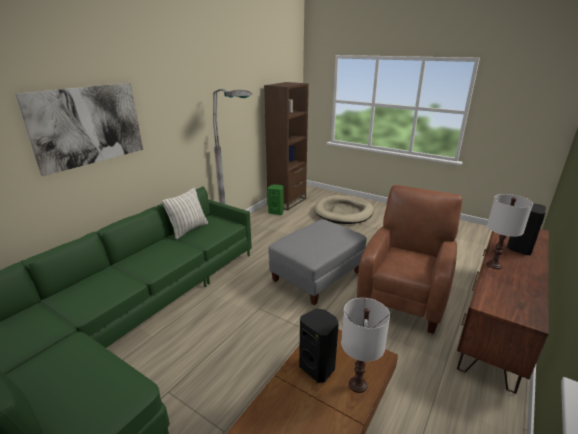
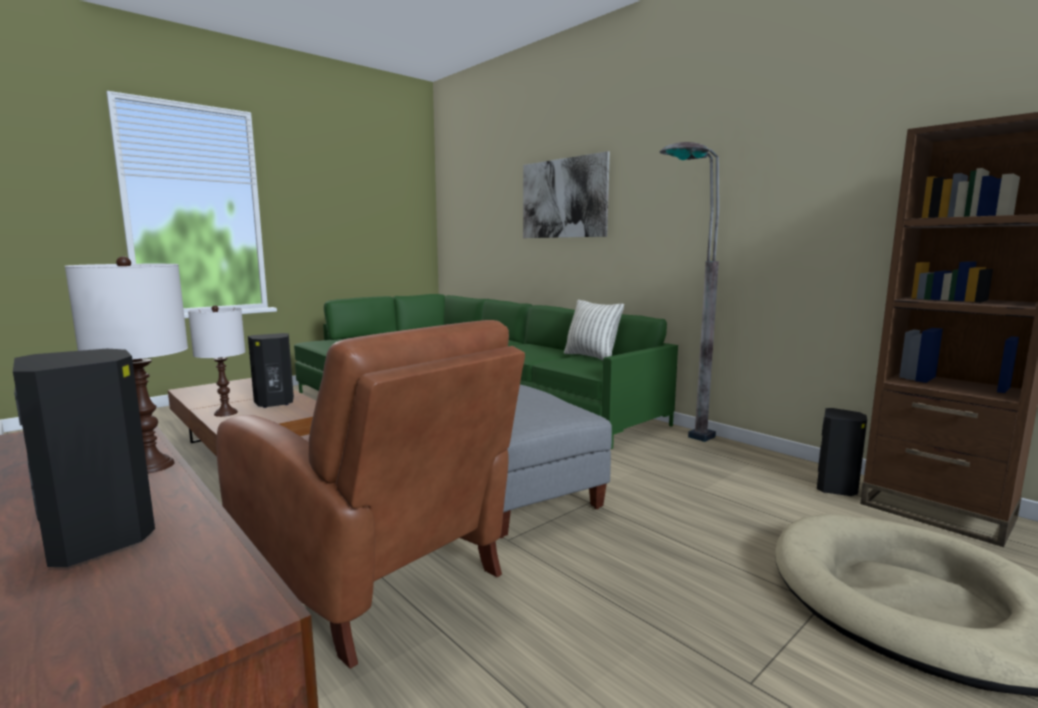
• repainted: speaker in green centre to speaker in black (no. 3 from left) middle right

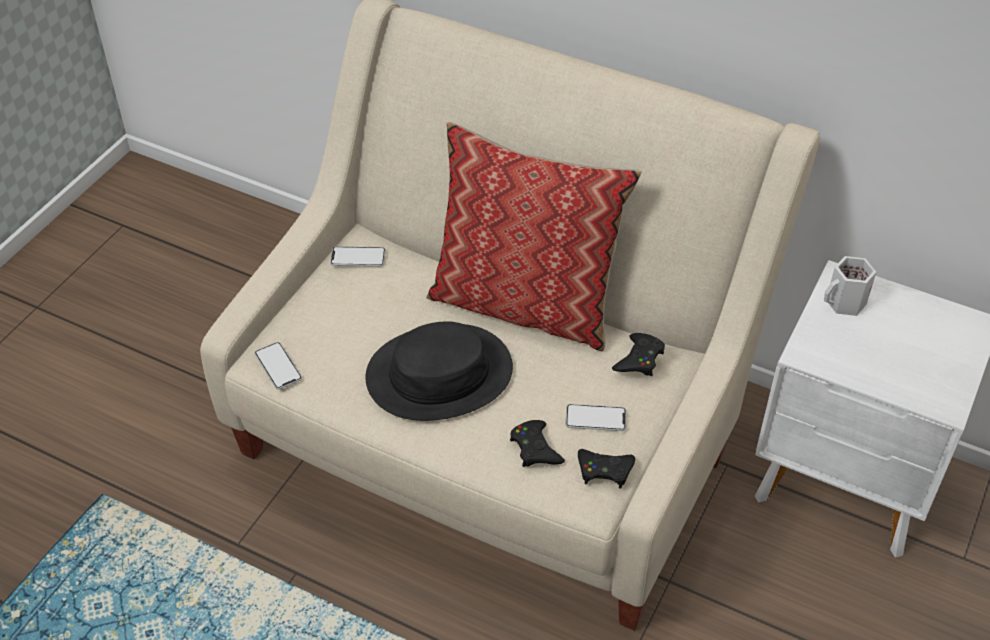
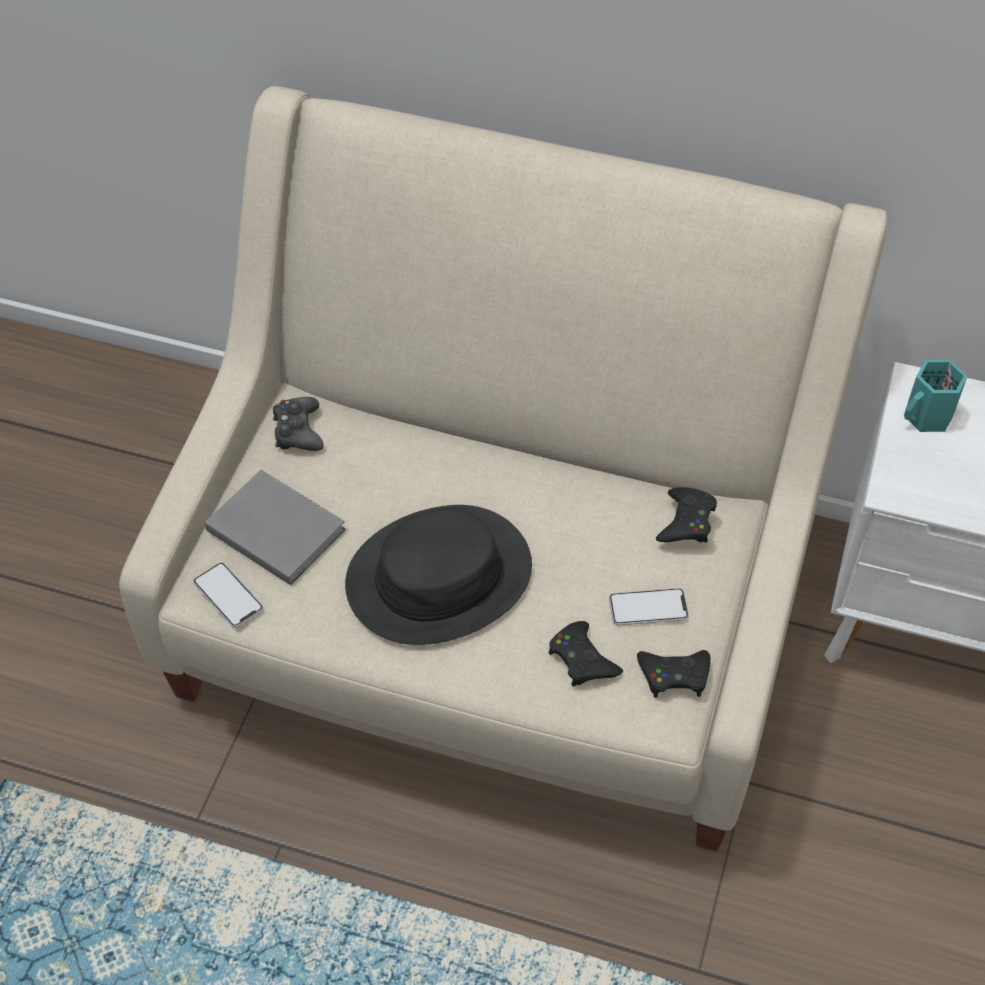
• gone: pillow centre
• new: book in grey middle left
• swapped: phone (no. 2 from left) centre to game controller in black (no. 1 from left) middle left
• repainted: mug in white middle right to mug in turquoise middle right

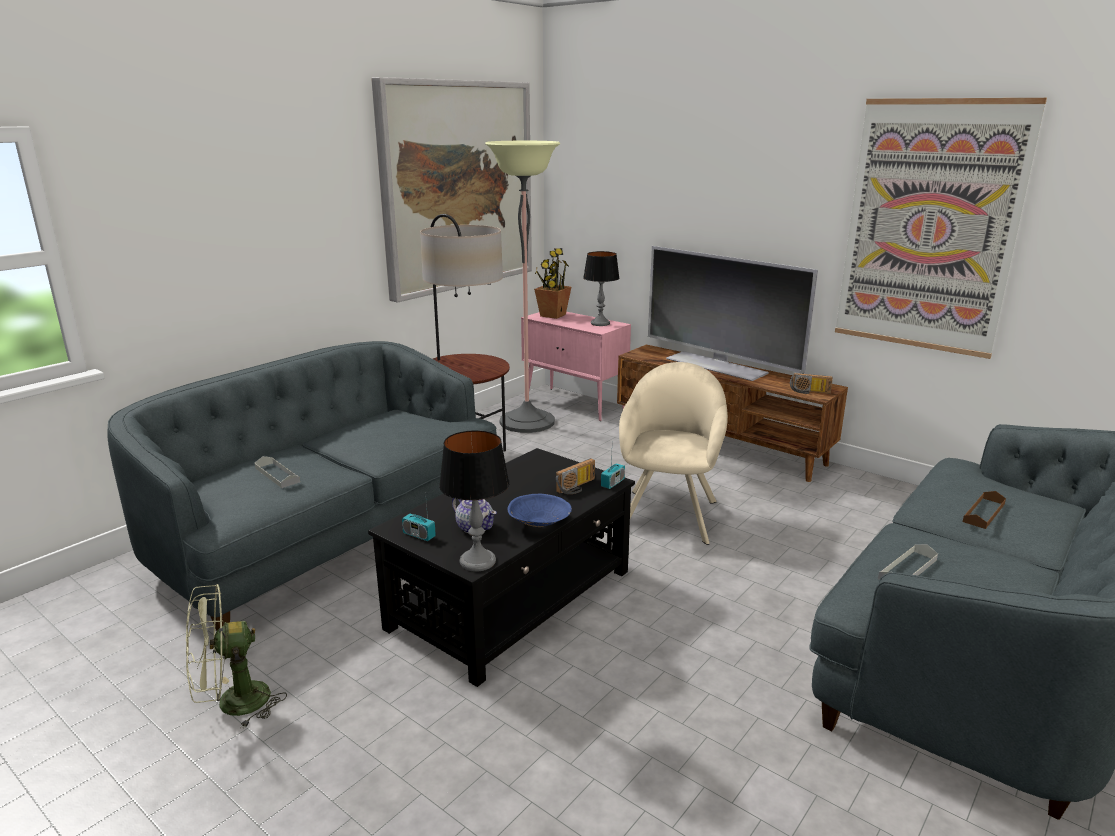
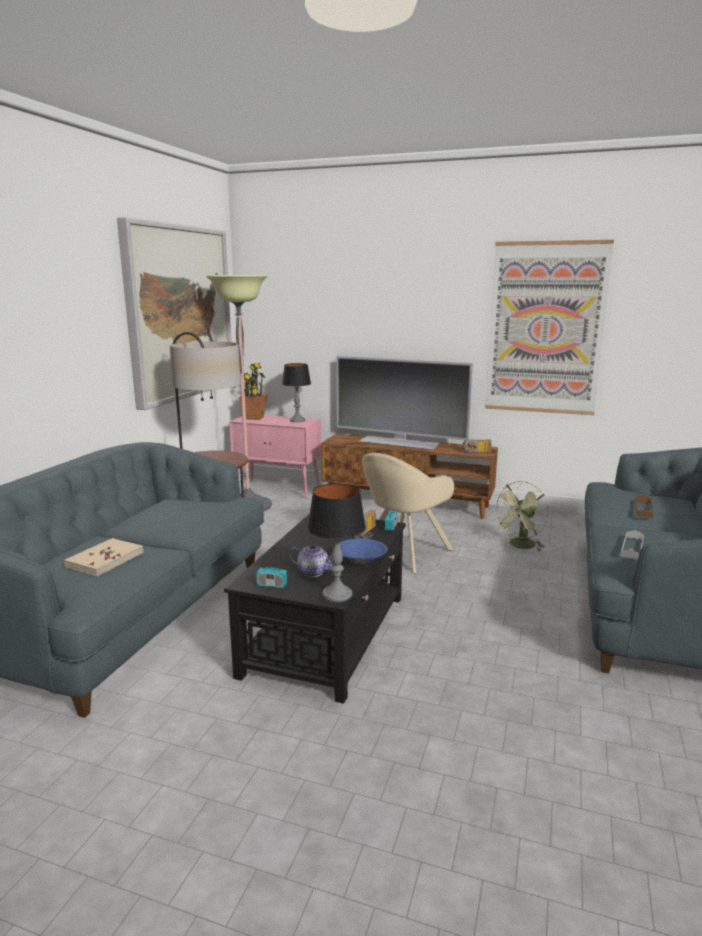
• shifted: fan in green bottom left to middle right
• swapped: tray in grey (no. 1 from left) middle left to book in beige middle left
• rotated: armchair in beige centre = centre 135 degrees counterclockwise

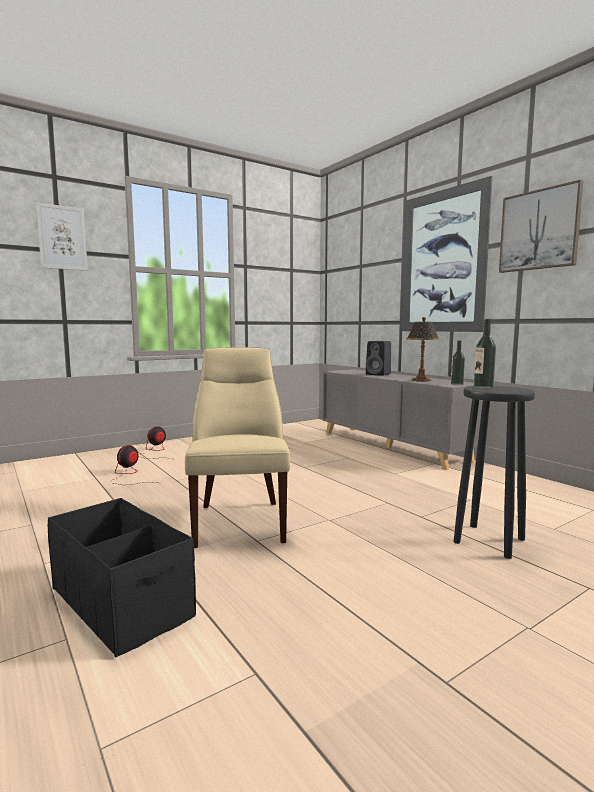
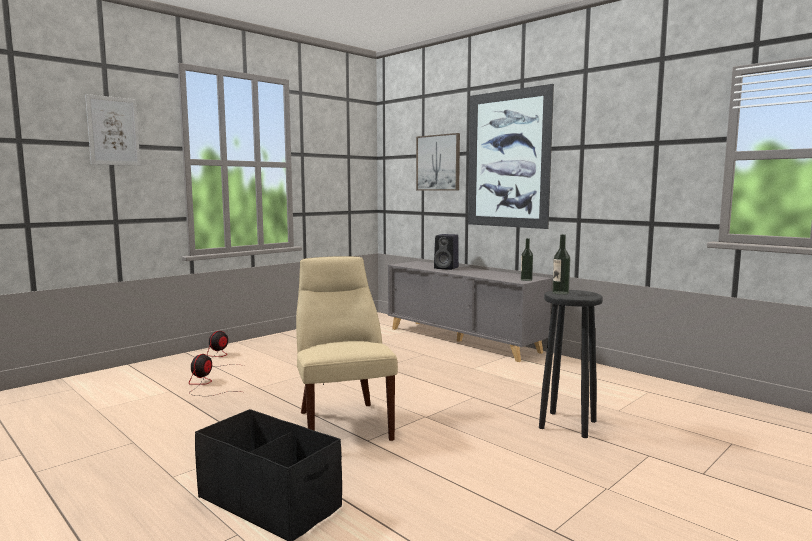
• gone: table lamp middle right
• shifted: picture (no. 3 from left in the first image) top right to picture (no. 2 from left) top centre

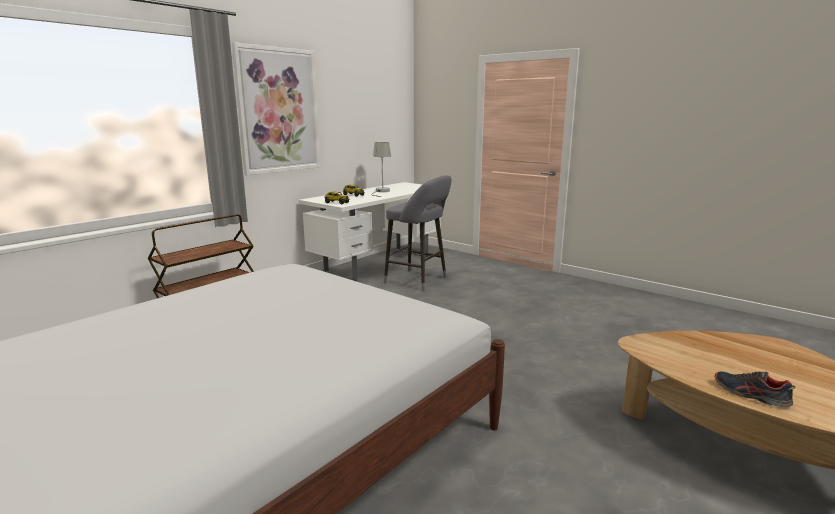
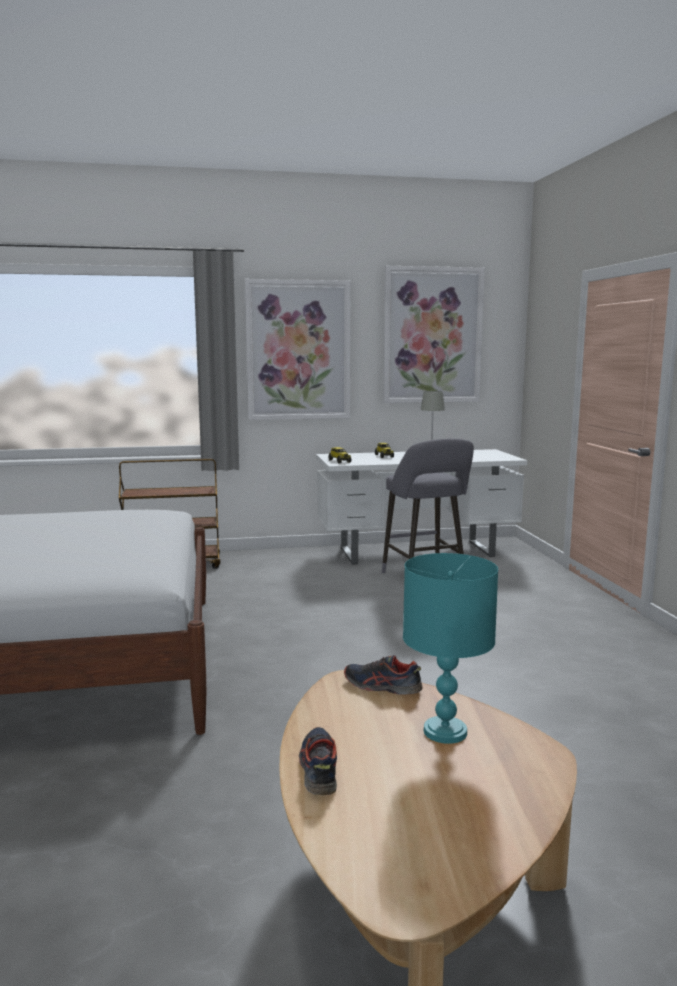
• new: shoe (no. 2 from left) bottom centre
• new: picture (no. 2 from left) centre
• new: table lamp in turquoise centre

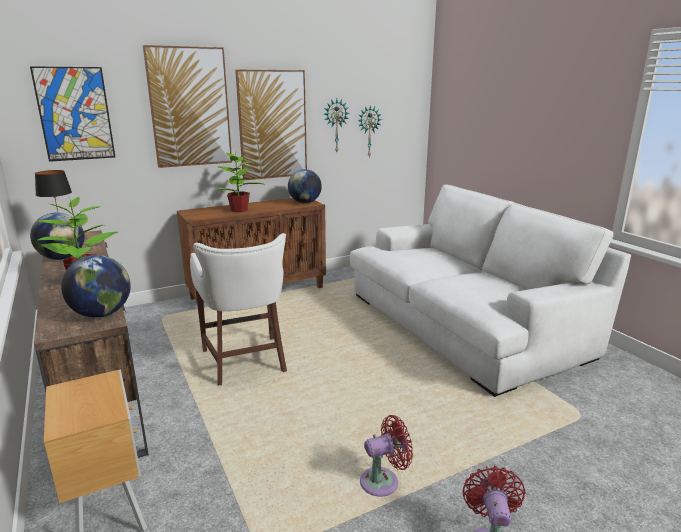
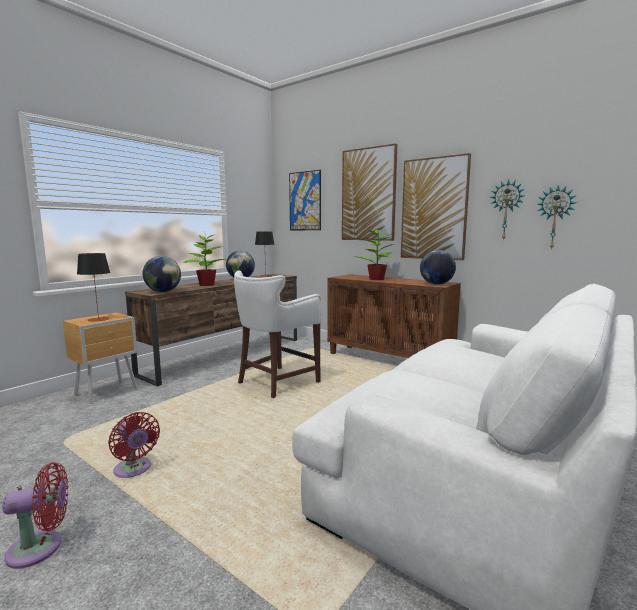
• new: table lamp (no. 1 from left) middle left

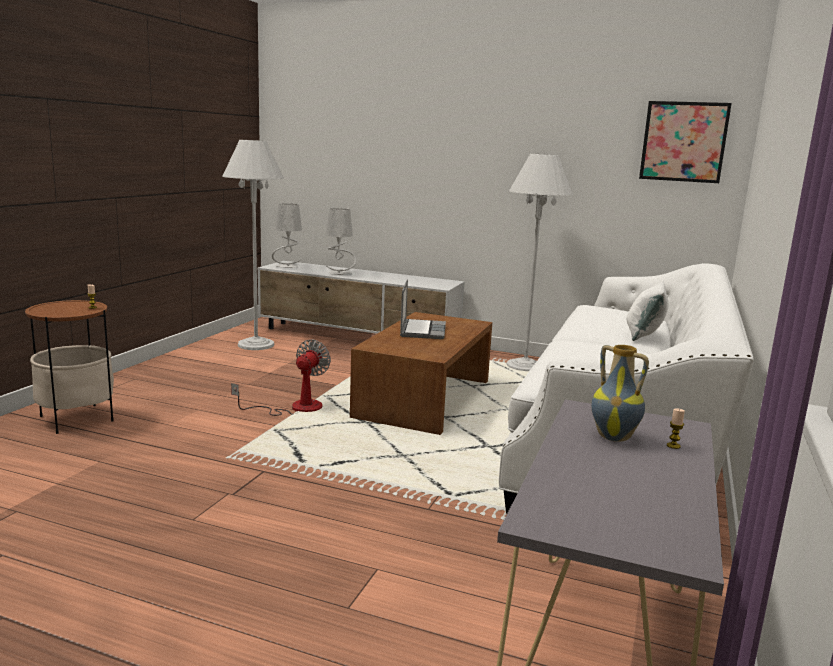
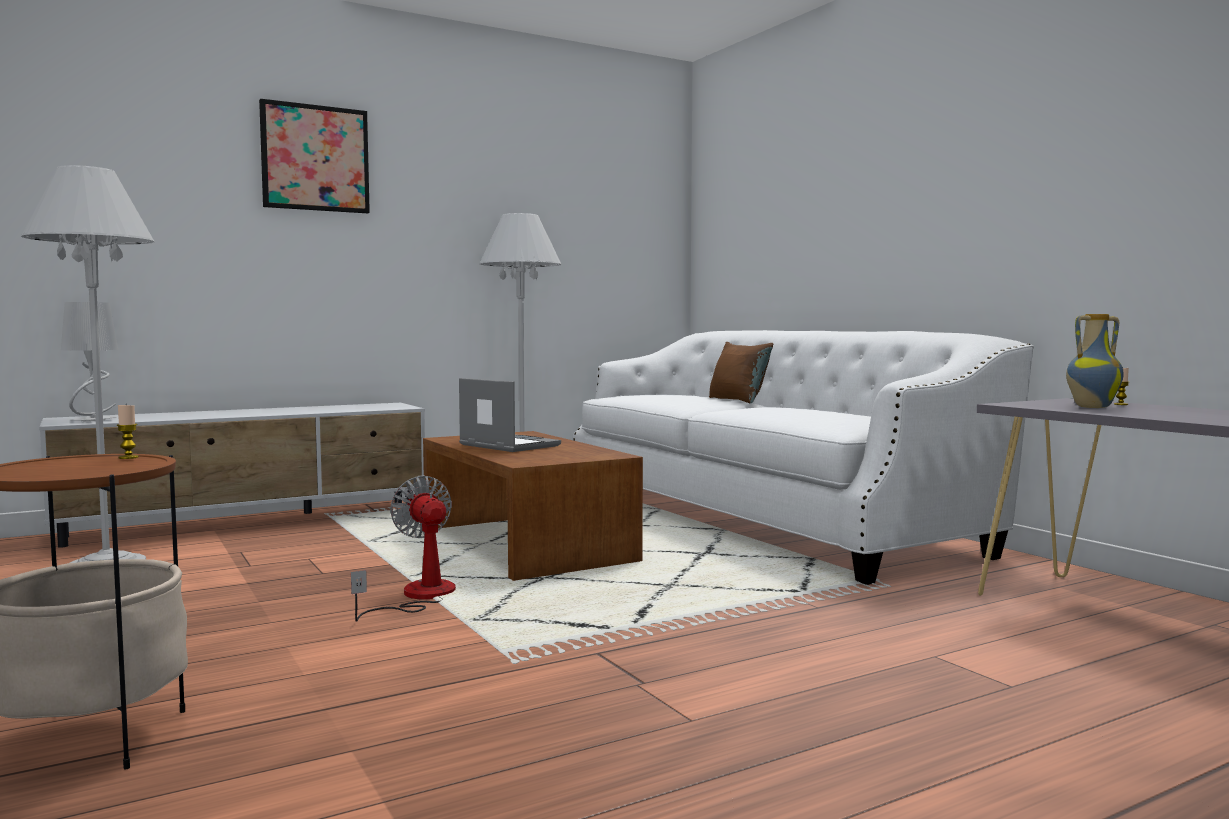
• gone: table lamp in grey (no. 2 from left) centre
• shifted: picture top right to top left
• repainted: pillow in white middle right to pillow in brown centre

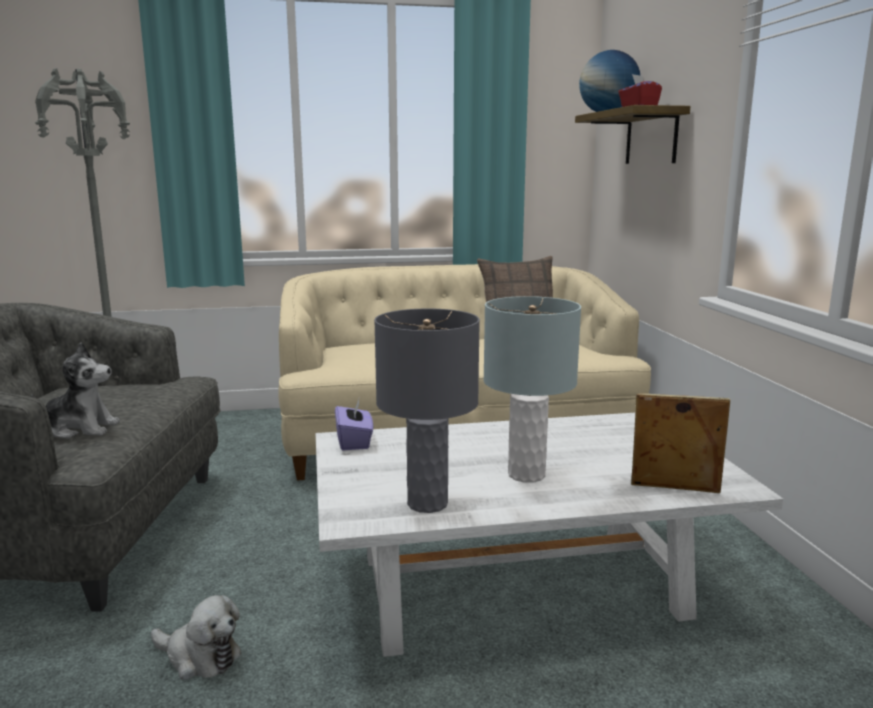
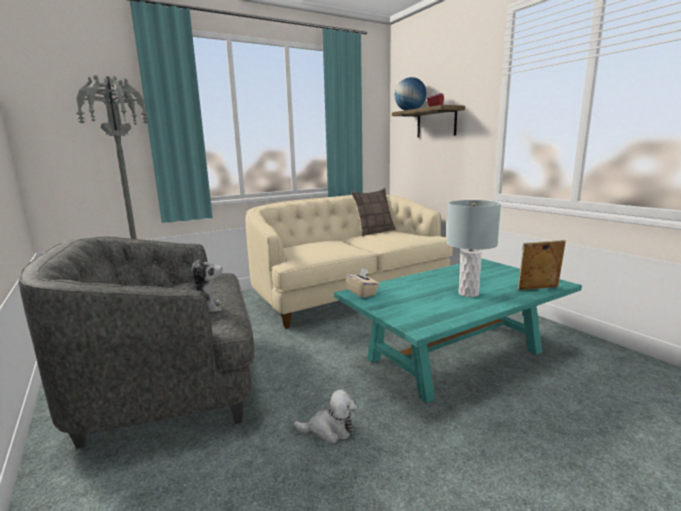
• gone: table lamp in grey (no. 1 from left) centre
• repainted: coffee table in white bottom centre to coffee table in turquoise middle right
• repainted: tissue box in purple centre to tissue box in beige centre

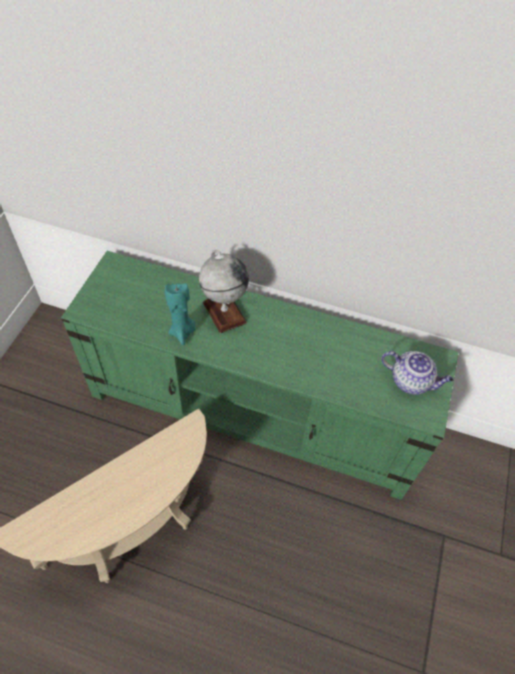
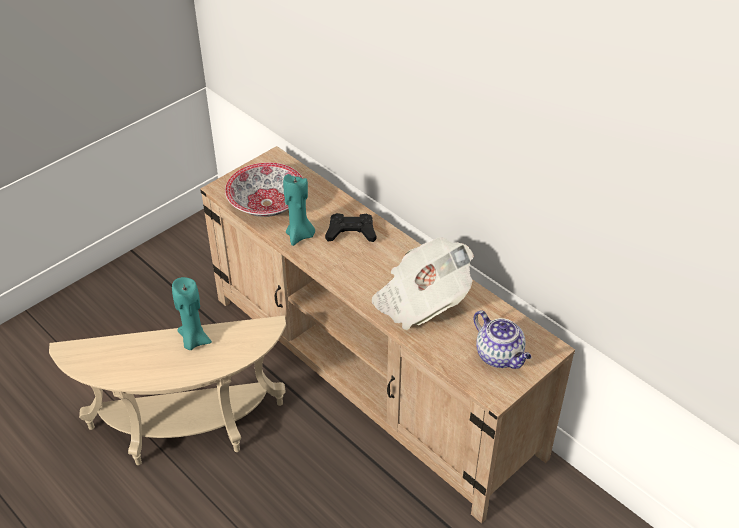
• new: candle in turquoise (no. 1 from left) middle left
• new: bowl centre
• new: newspaper centre
• swapped: globe centre to game controller in black centre
• repainted: tv stand in green centre to tv stand in beige centre

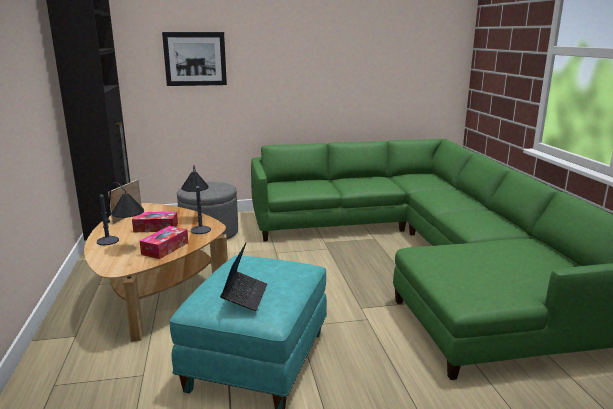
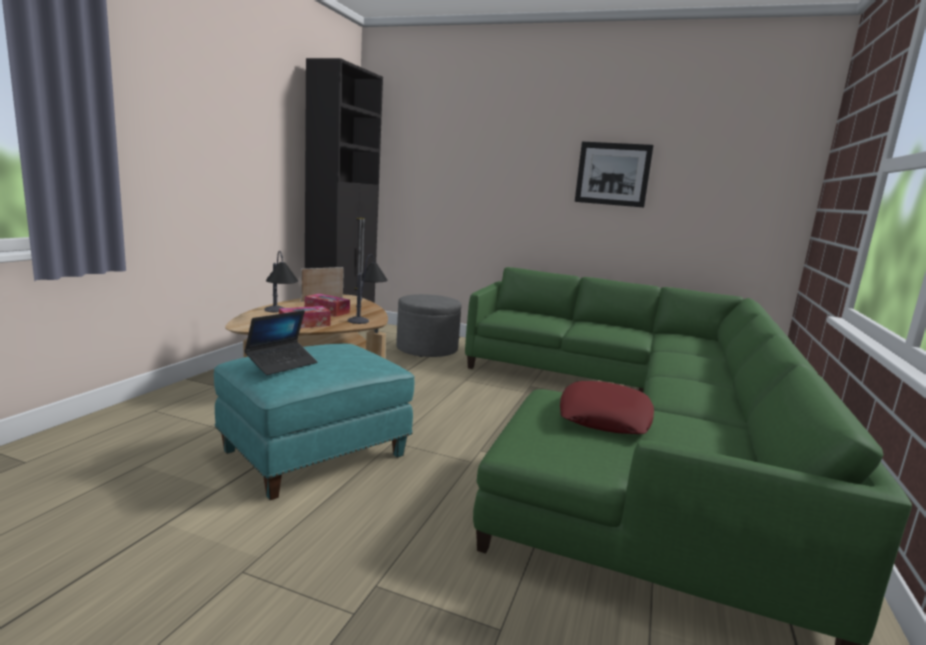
• new: pillow in red centre
• shifted: picture top left to top centre

